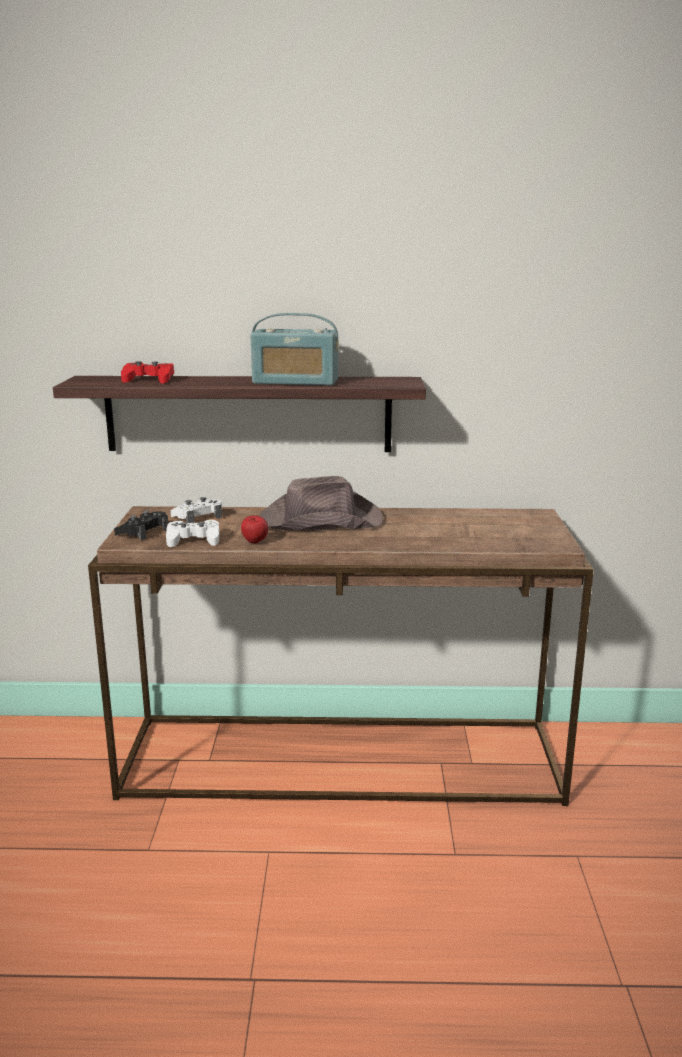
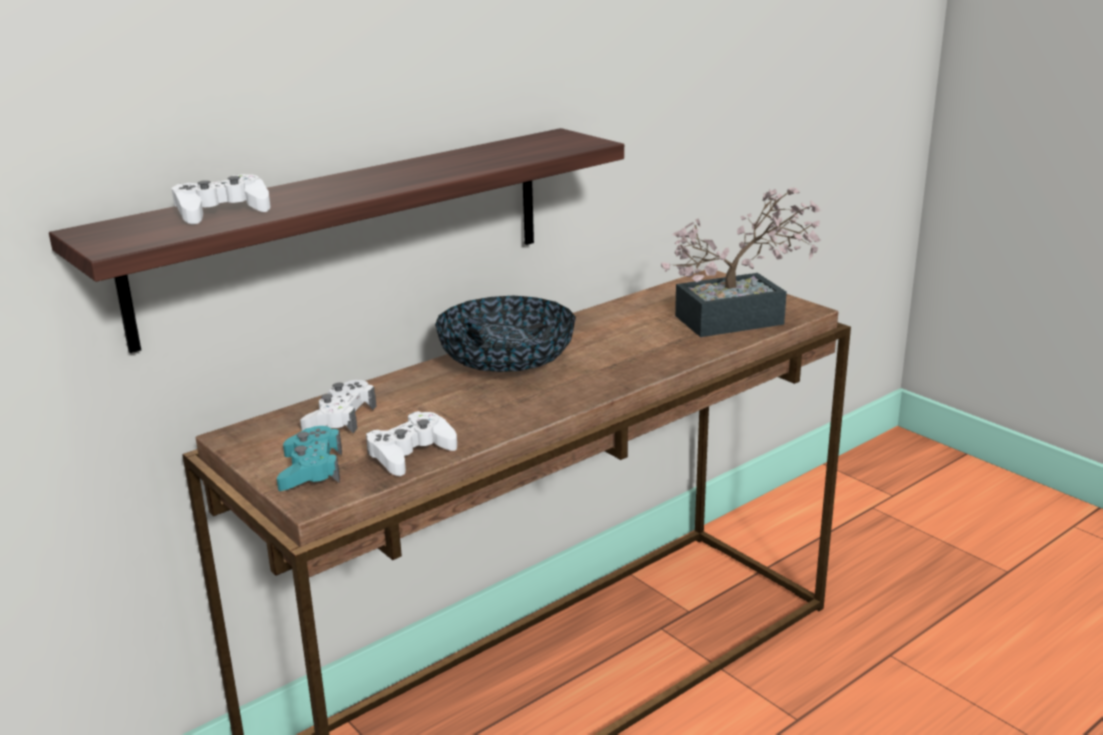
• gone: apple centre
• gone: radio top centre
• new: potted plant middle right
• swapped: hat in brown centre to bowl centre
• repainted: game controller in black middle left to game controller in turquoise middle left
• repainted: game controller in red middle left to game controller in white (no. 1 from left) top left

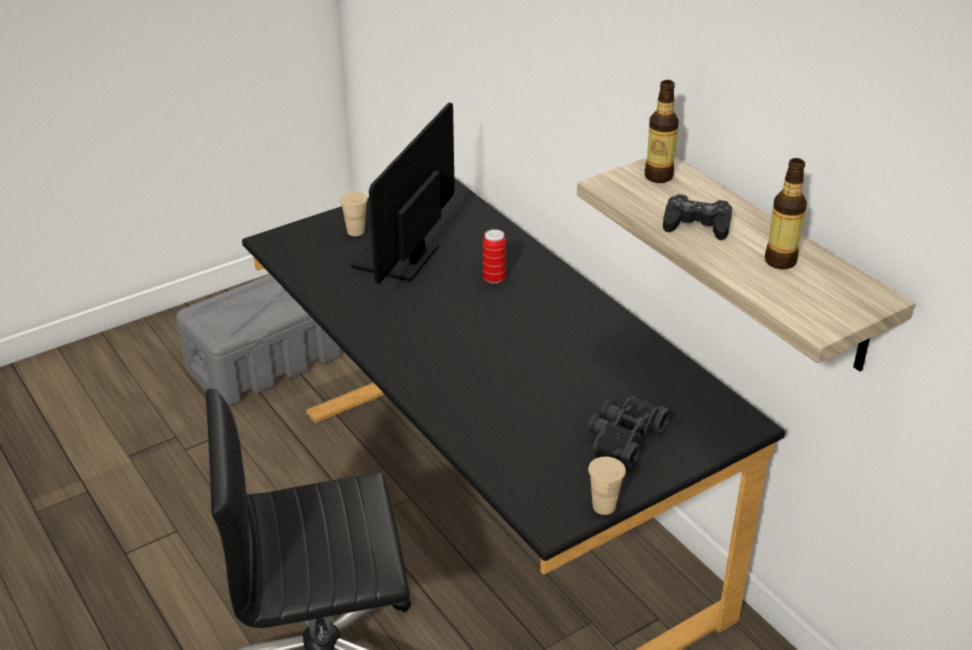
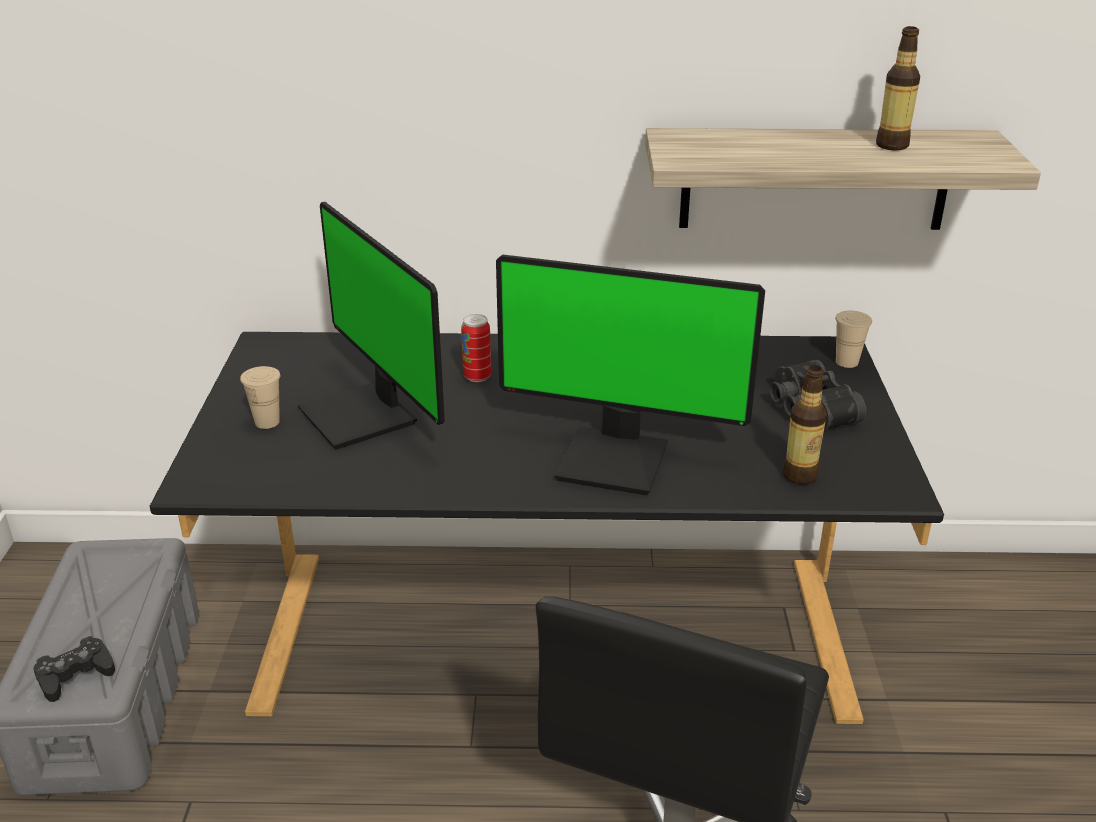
• new: monitor (no. 2 from left) centre
• shifted: cup in beige (no. 2 from left) bottom centre to middle right
• shifted: bottle (no. 1 from left) top right to middle right
• shifted: game controller in black middle right to bottom left

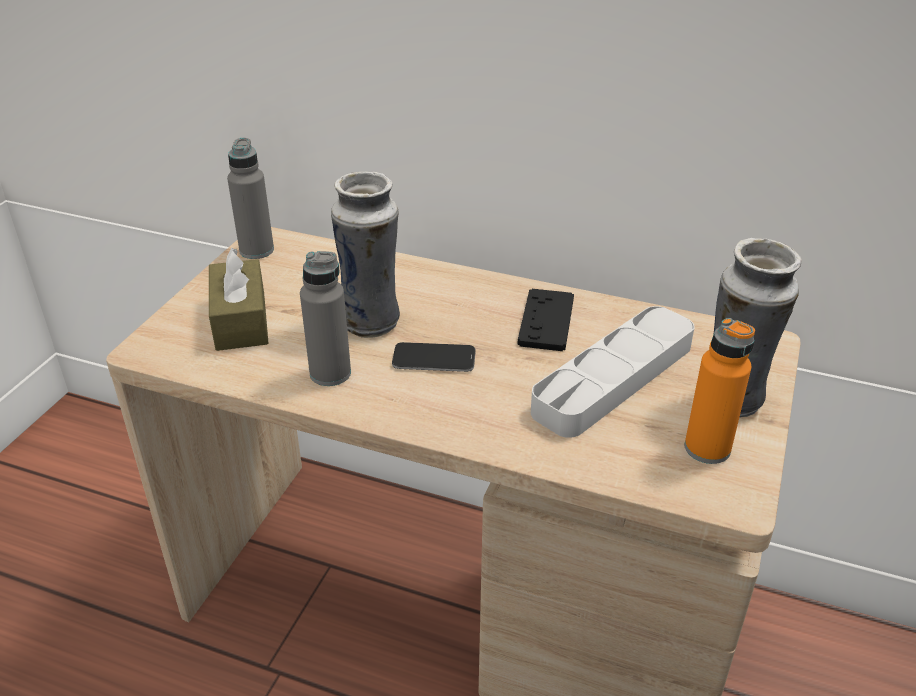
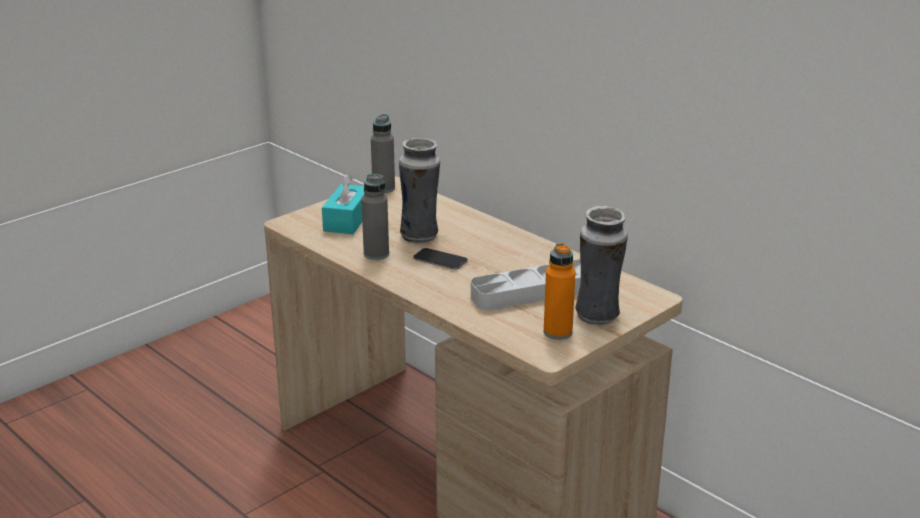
• gone: game controller in black centre
• repainted: tissue box in brown middle left to tissue box in turquoise centre

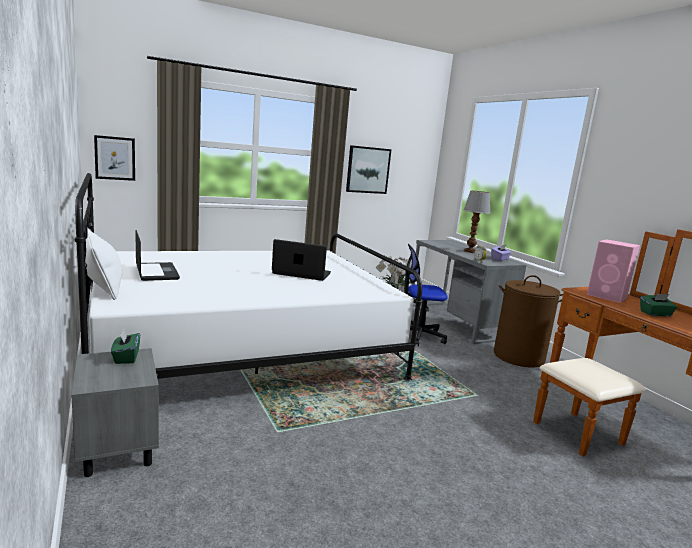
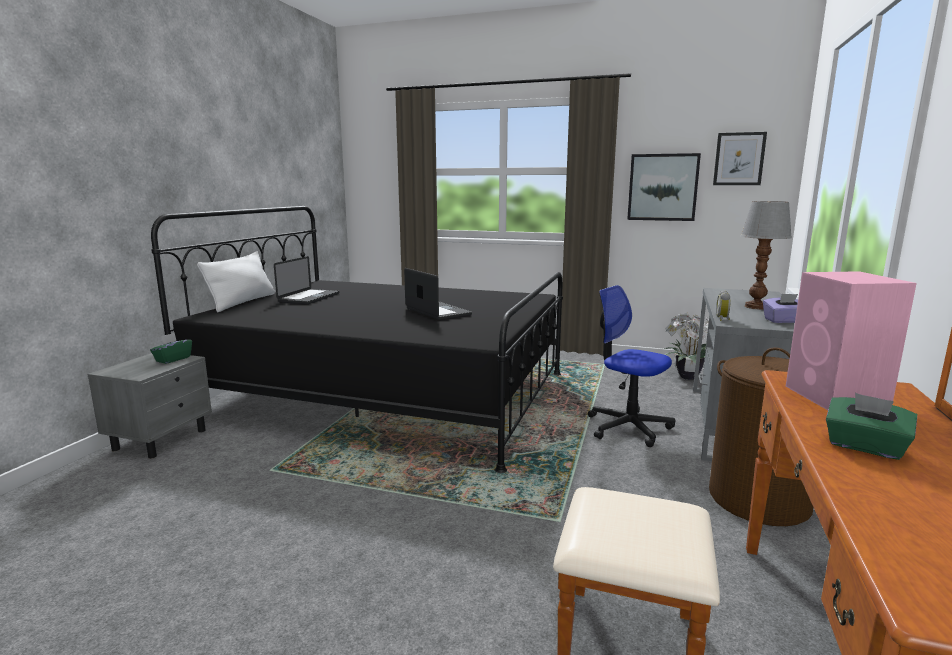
• shifted: picture (no. 1 from left in the first image) top left to picture (no. 2 from left) top right
• repainted: bed in white centre to bed in black centre

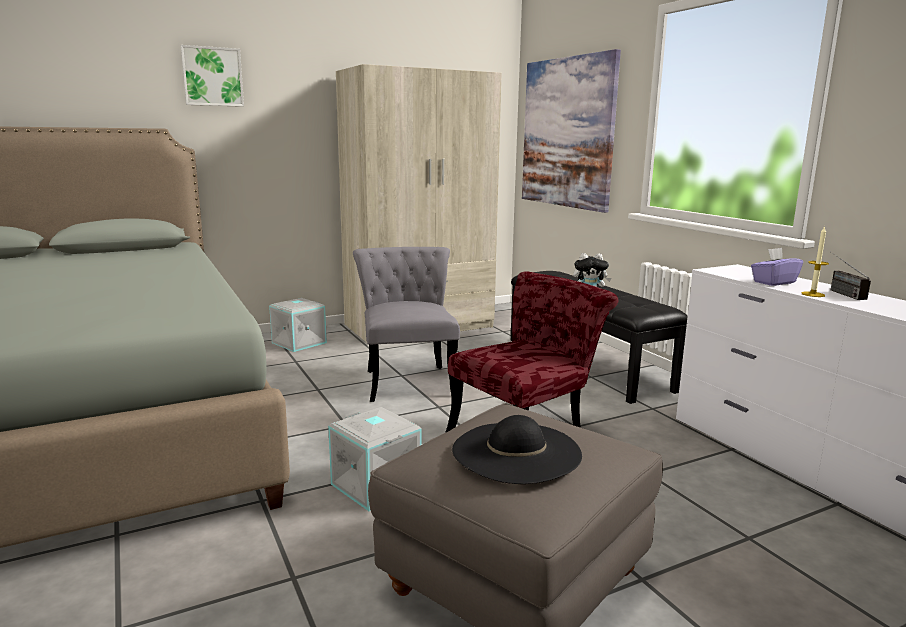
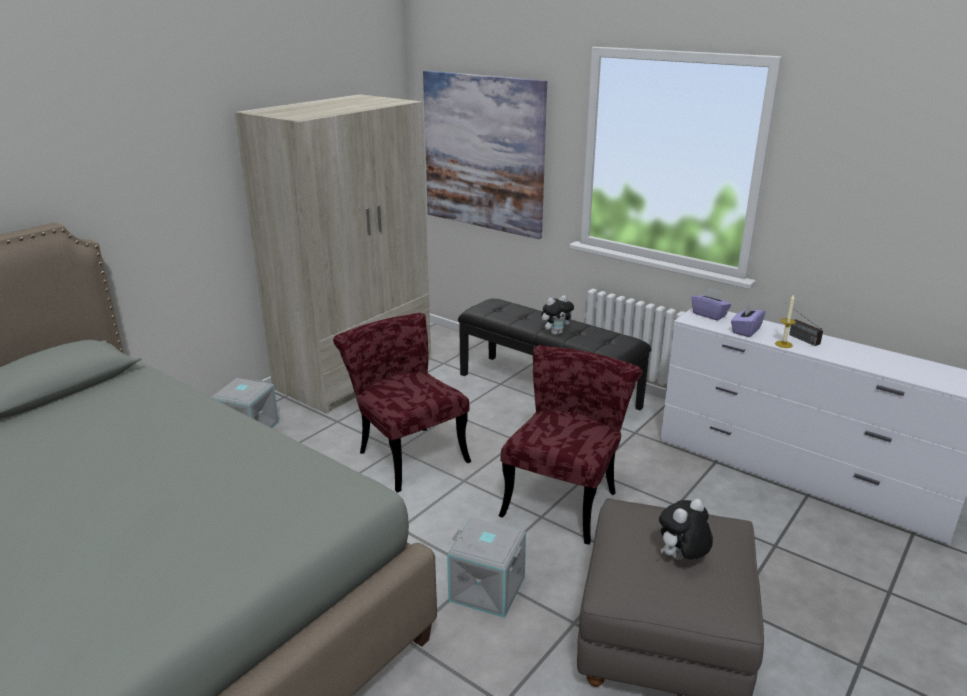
• gone: picture (no. 1 from left) top left
• new: tissue box in purple (no. 1 from left) middle right
• swapped: hat in black bottom centre to plush toy (no. 2 from left) bottom right
• repainted: chair in grey centre to chair in red (no. 1 from left) centre

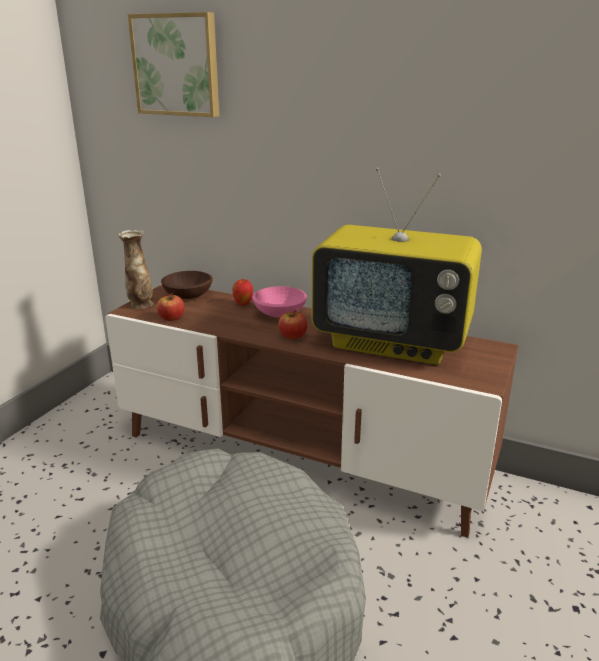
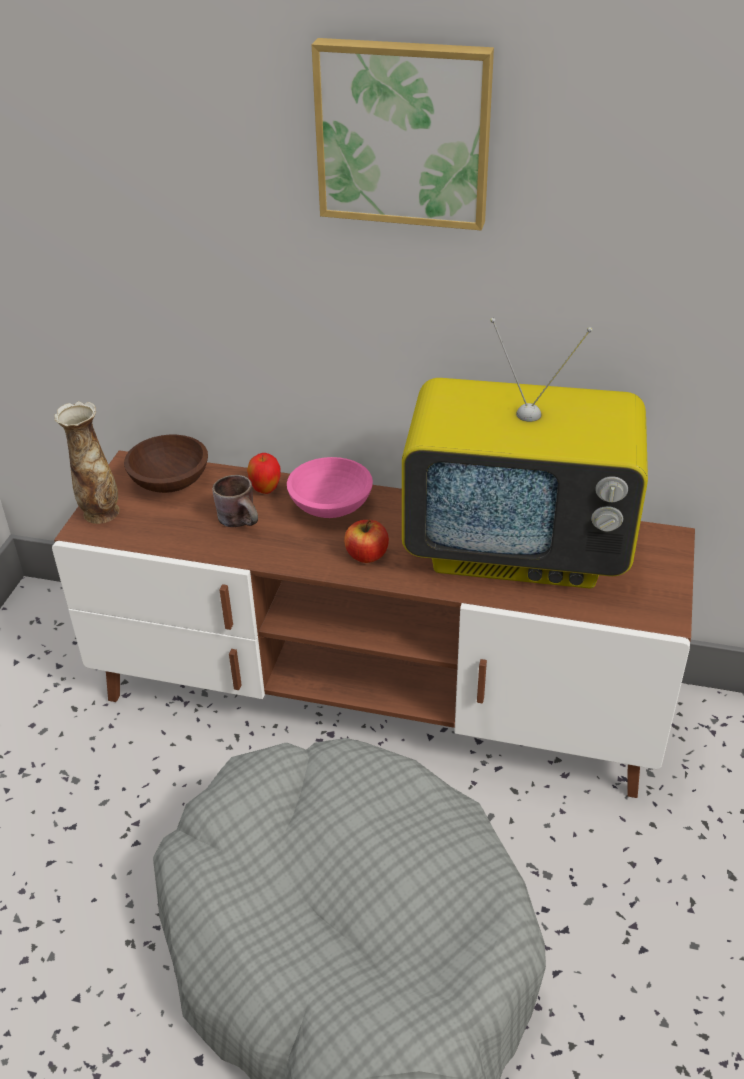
• gone: apple (no. 1 from left) middle left
• new: mug in brown middle left
• shifted: picture top left to top centre

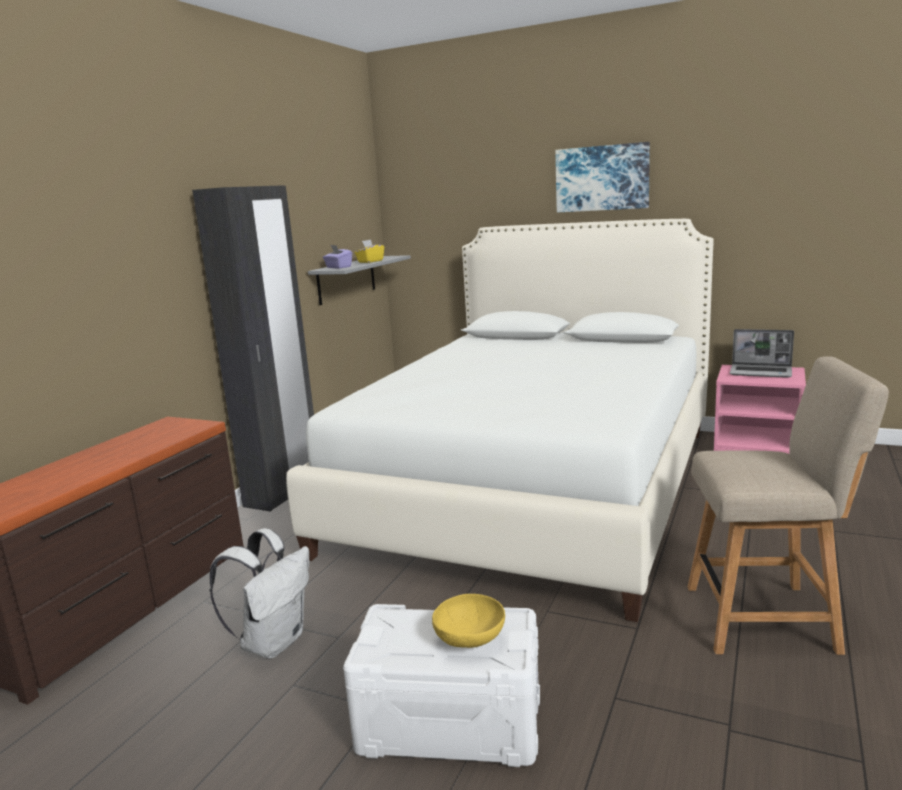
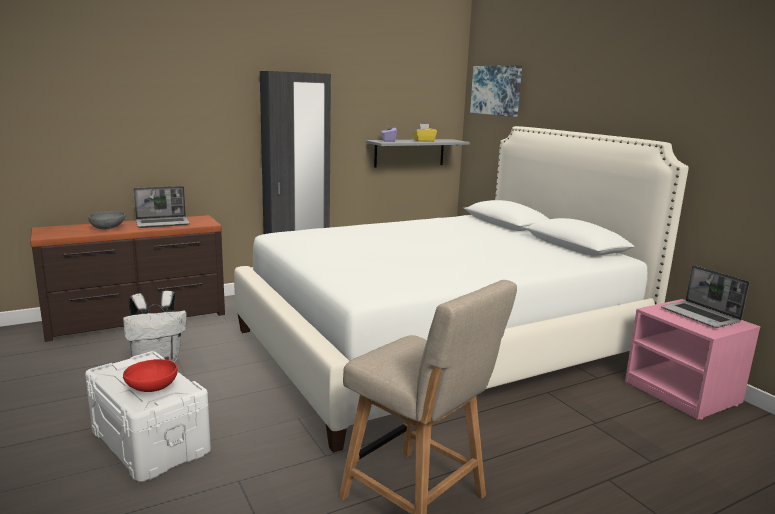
• new: bowl in grey middle left
• new: laptop (no. 1 from left) middle left
• shifted: picture top right to top centre
• repainted: bowl in yellow bottom centre to bowl in red bottom left

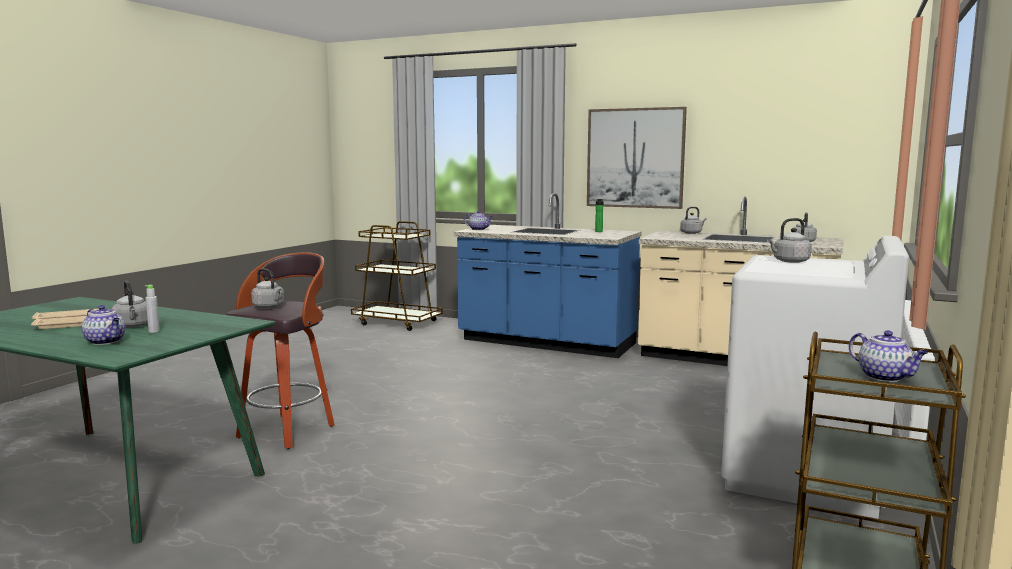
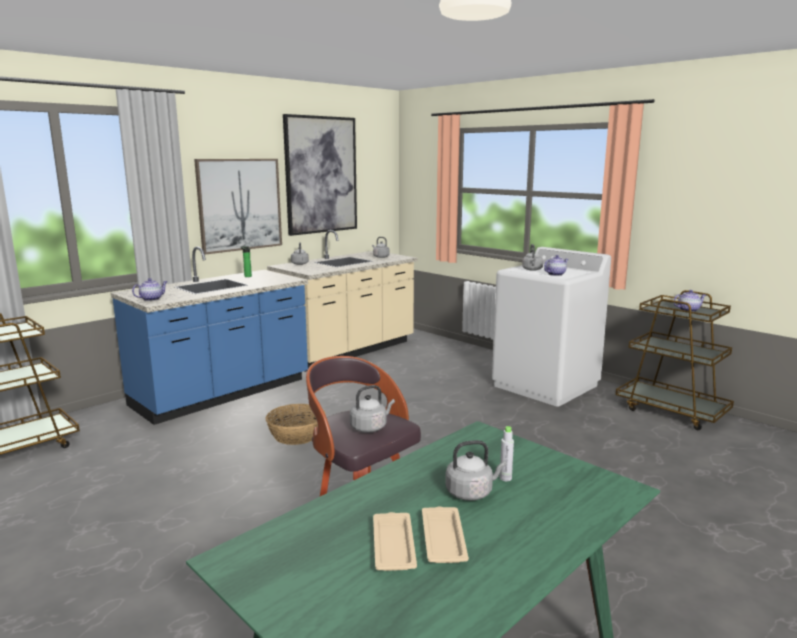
• new: basket centre
• new: picture (no. 2 from left) top centre
• shifted: teapot (no. 1 from left in the first image) middle left to teapot (no. 2 from left) middle right

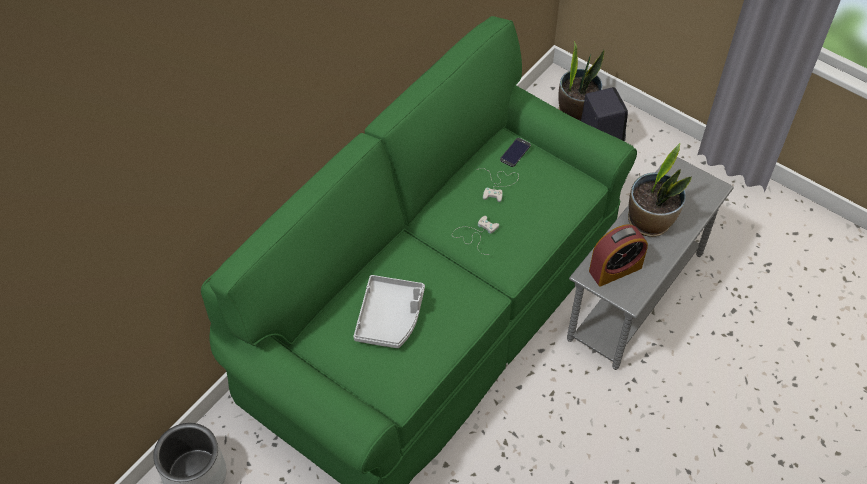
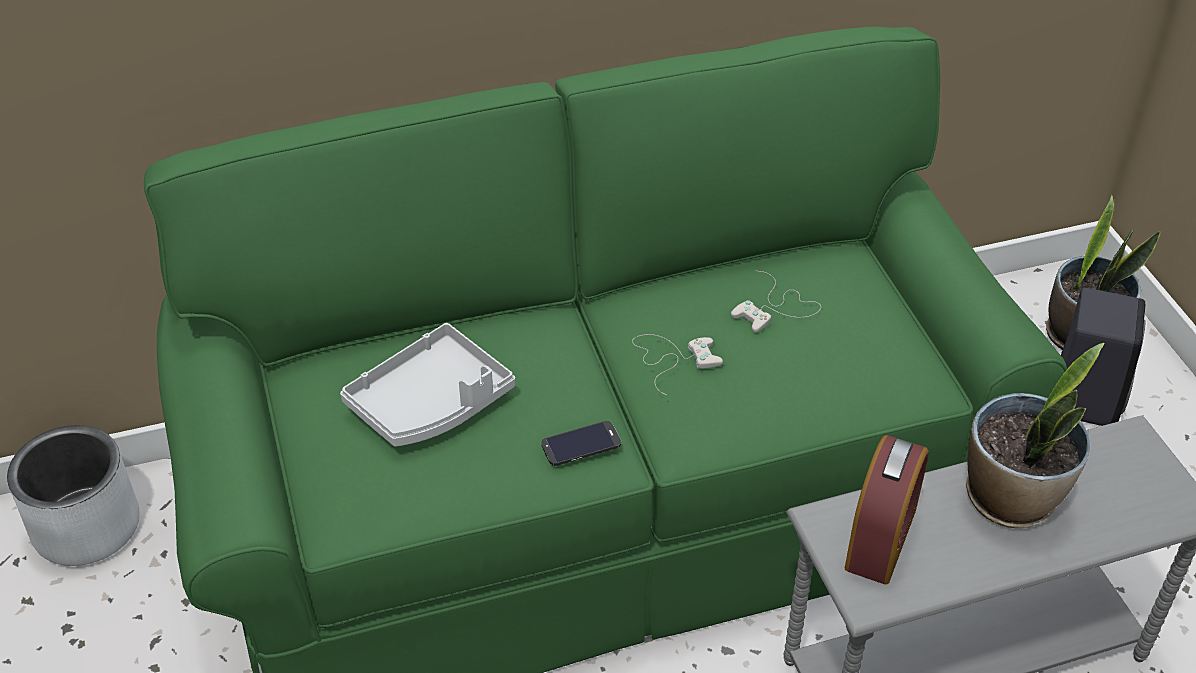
• shifted: phone top centre to centre
• rotated: alarm clock middle right = bottom right 75 degrees counterclockwise

